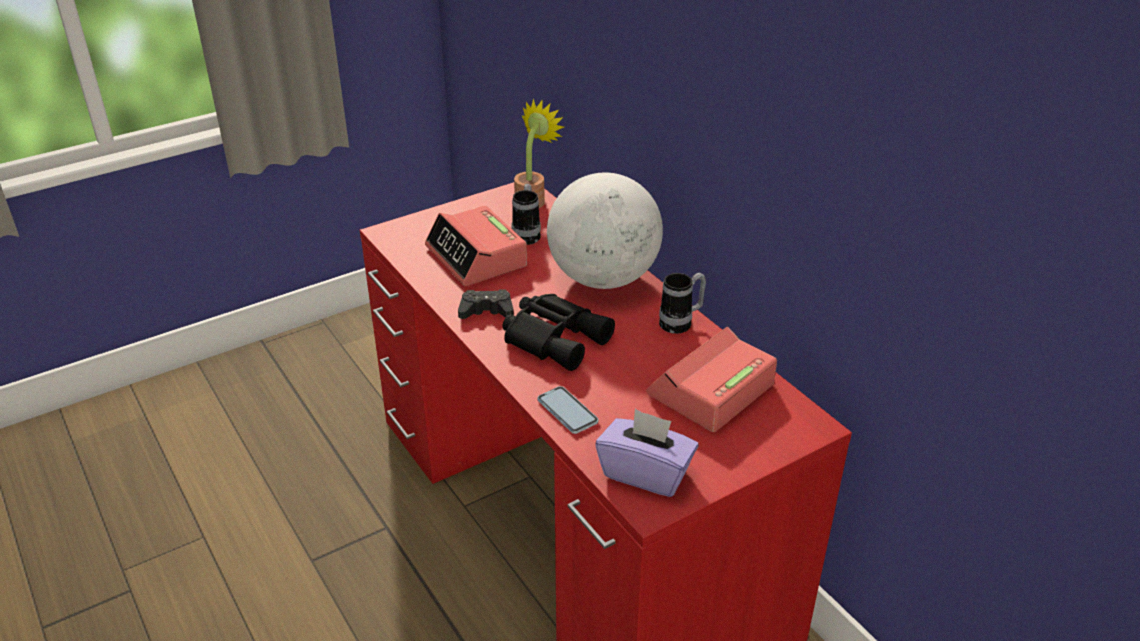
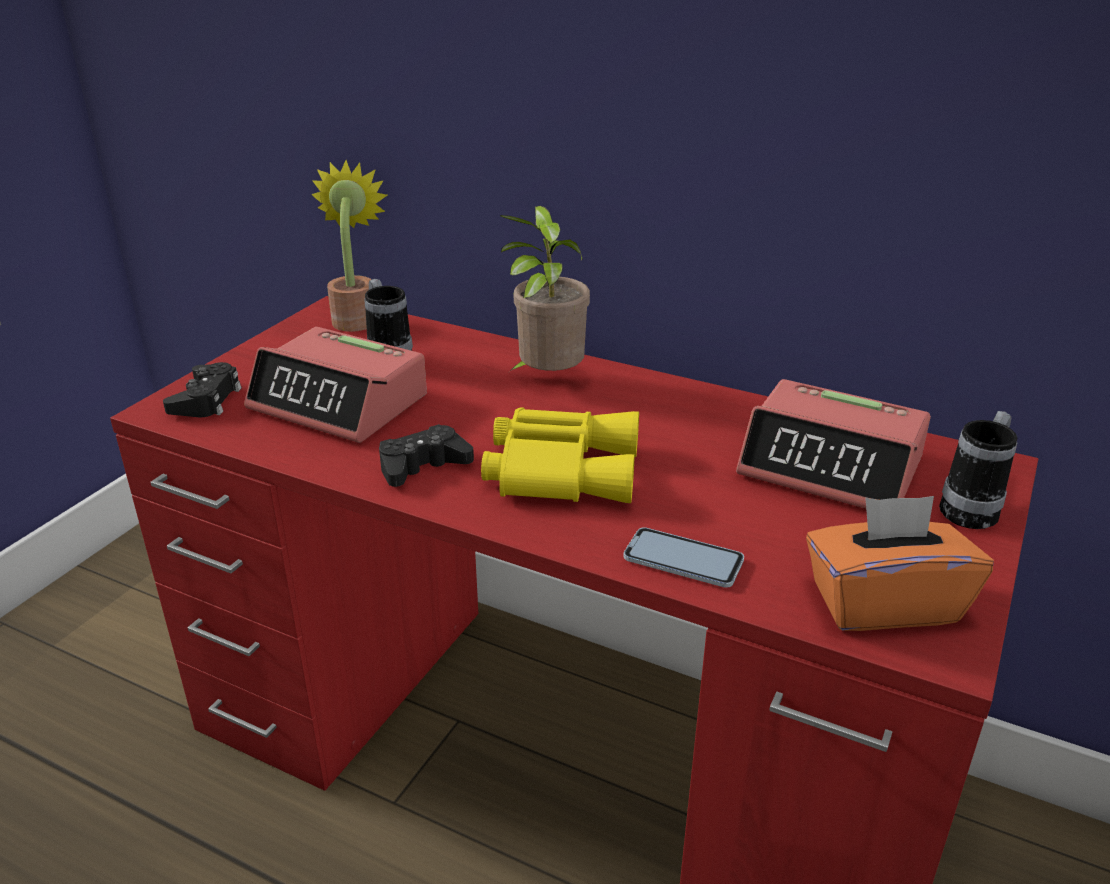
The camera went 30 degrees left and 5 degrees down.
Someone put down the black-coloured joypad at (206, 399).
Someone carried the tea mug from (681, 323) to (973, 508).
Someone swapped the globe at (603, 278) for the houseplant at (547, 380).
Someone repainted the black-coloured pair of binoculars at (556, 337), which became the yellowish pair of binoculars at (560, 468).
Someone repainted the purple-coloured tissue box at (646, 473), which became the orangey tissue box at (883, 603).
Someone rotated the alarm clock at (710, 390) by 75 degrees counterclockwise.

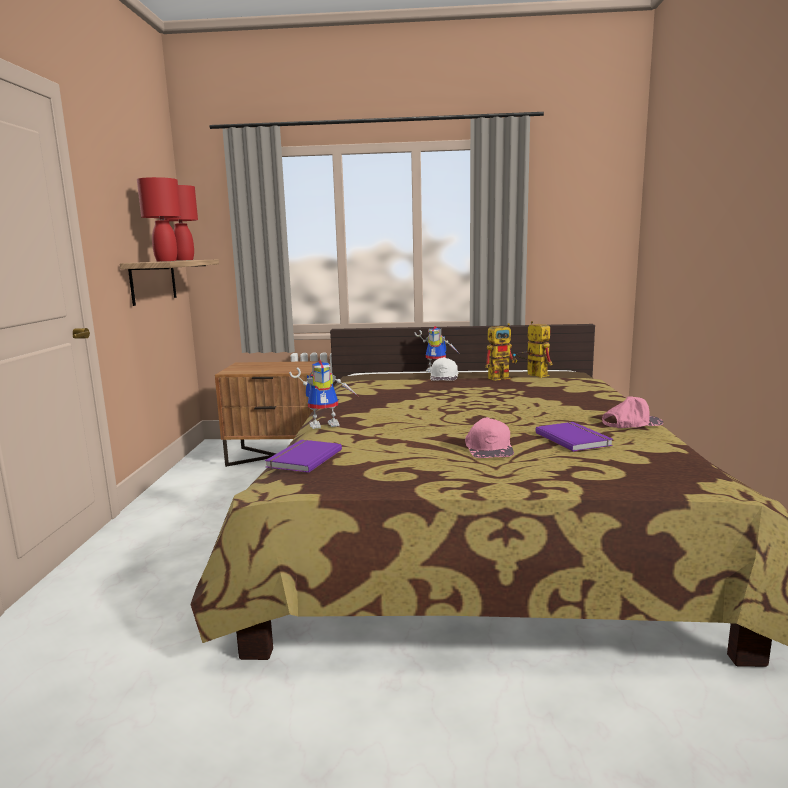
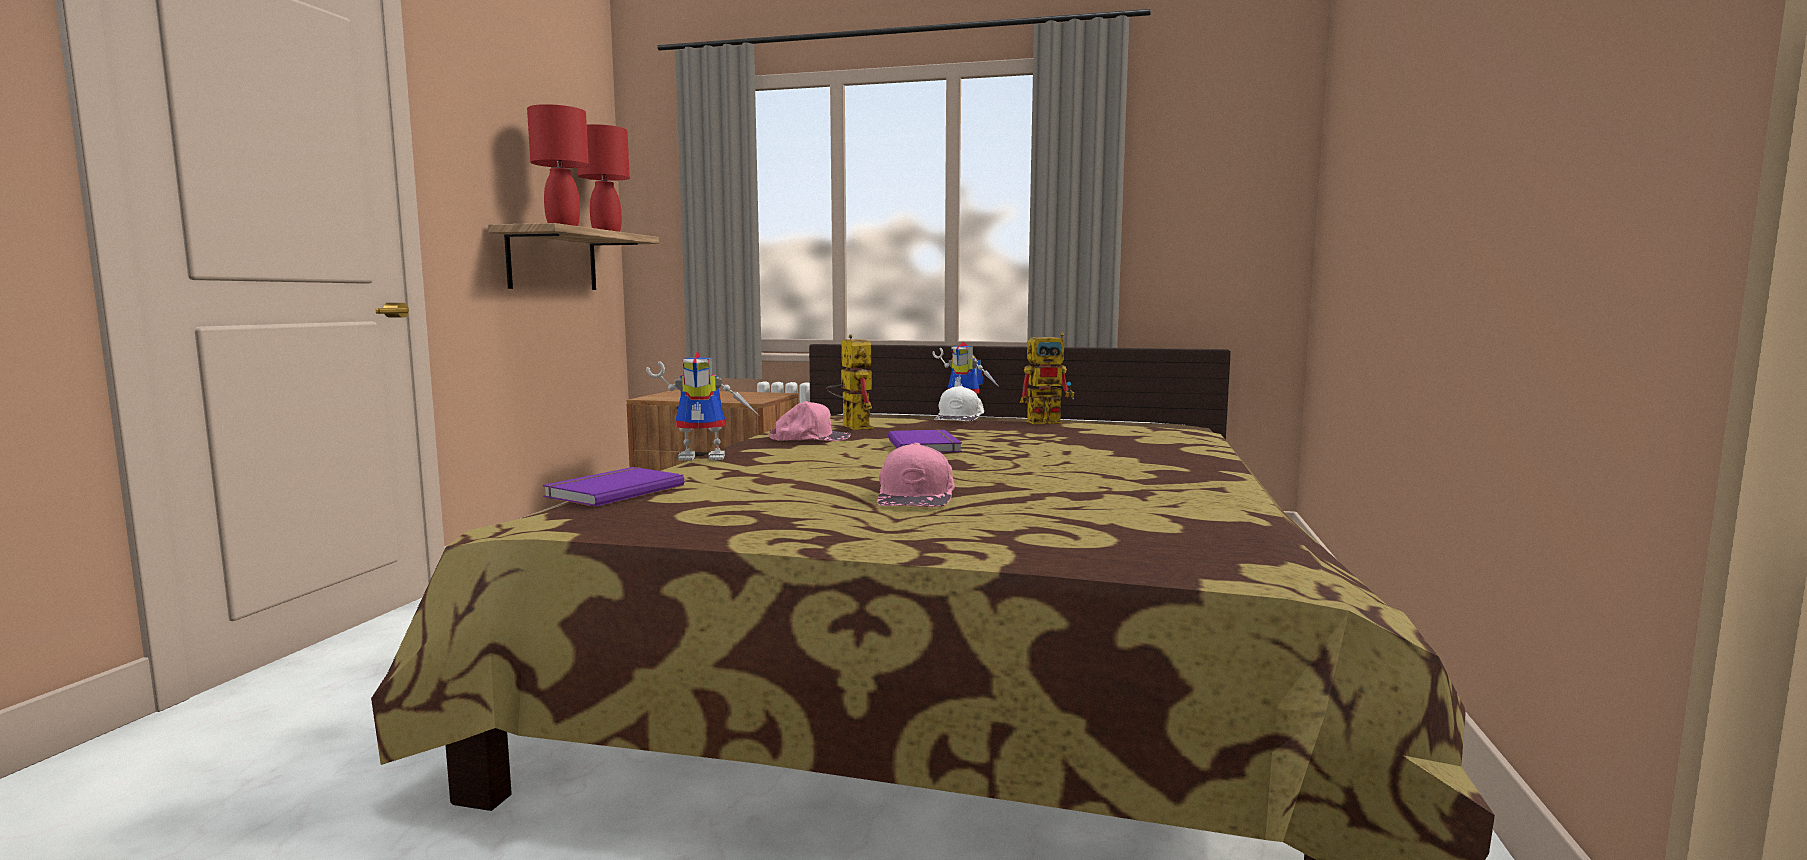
The camera went 10 degrees right and 5 degrees down.
Someone carried the toy robot from (533, 375) to (851, 426).
Someone carried the purple-coloured book from (574, 439) to (926, 445).
Someone carried the pinkish cap from (631, 422) to (810, 437).

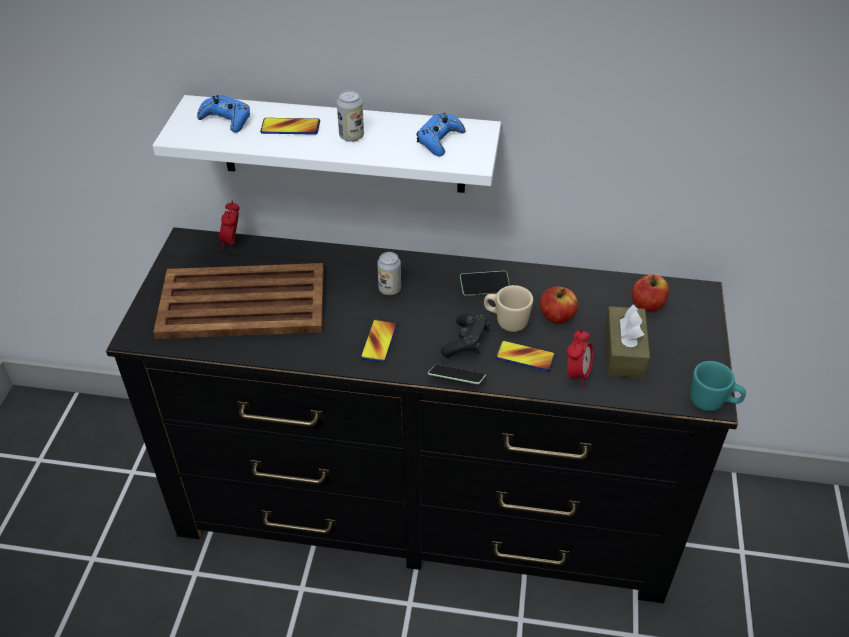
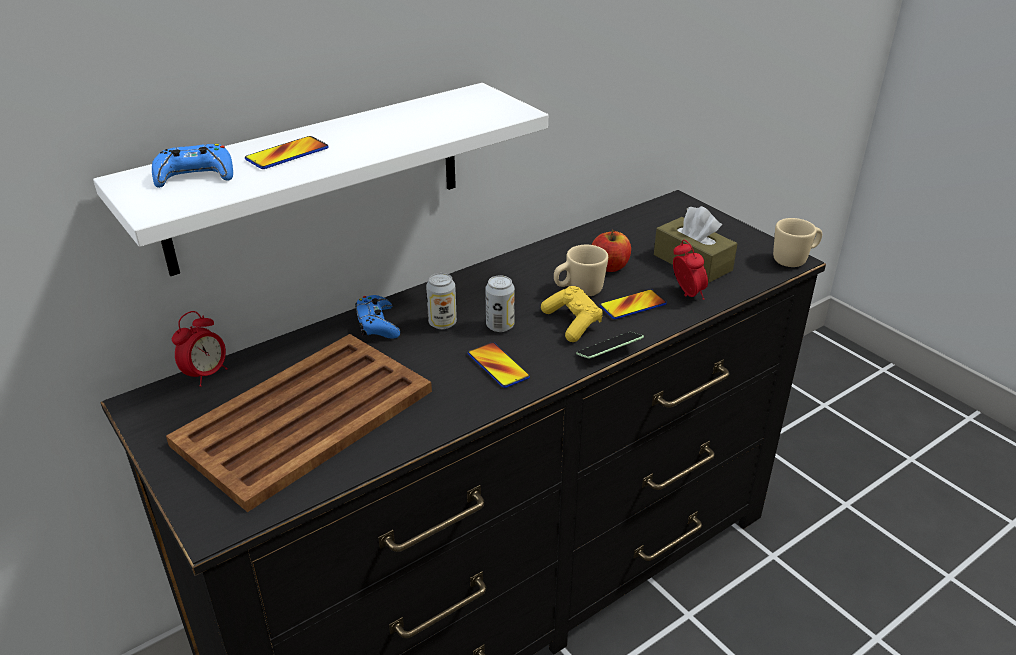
The camera went 45 degrees left and 10 degrees down.
Someone took away the phone at (484, 288).
Someone took away the apple at (647, 304).
Someone carried the metal can from (351, 136) to (500, 326).
Someone carried the bluish joypad from (440, 140) to (377, 324).
Someone repainted the black-coloured joypad at (466, 342), which became the yellowish joypad at (572, 323).
Someone repainted the turquoise-coloured tea mug at (712, 403), which became the beige-coloured tea mug at (794, 260).
Someone rotated the alarm clock at (232, 242) by 105 degrees counterclockwise.

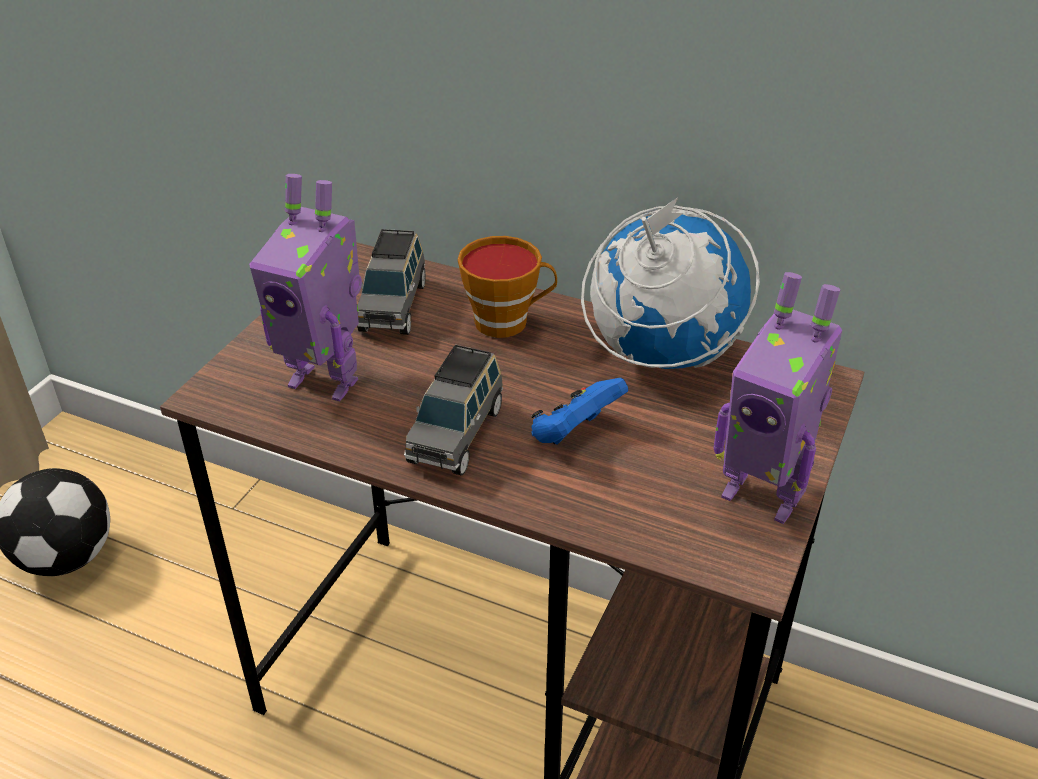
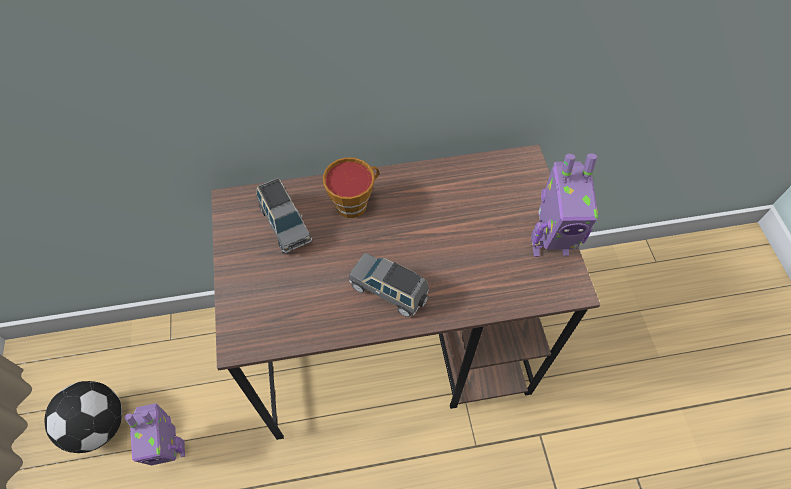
The camera went 35 degrees left and 20 degrees up.
Someone took away the bluish joypad at (575, 433).
Someone took away the globe at (661, 355).
Someone carried the toy robot from (325, 380) to (171, 448).
Someone rotated the greyish model car at (456, 434) by 135 degrees clockwise.

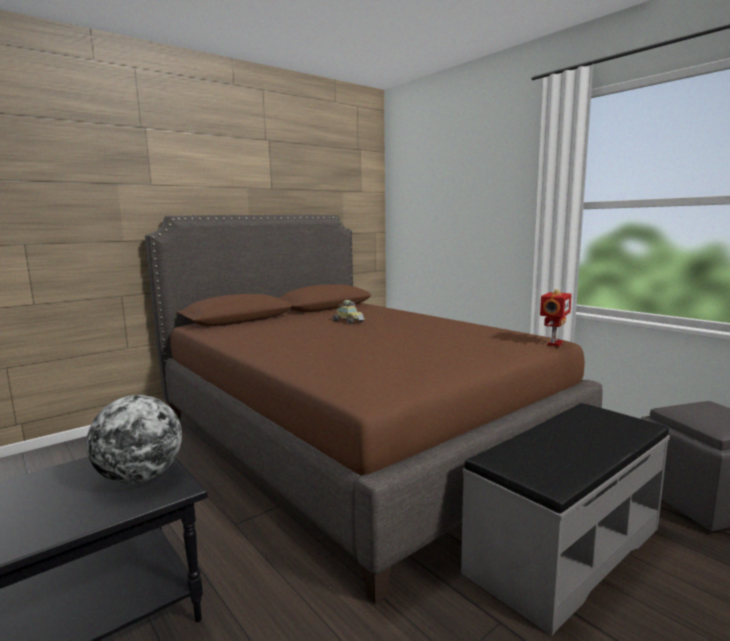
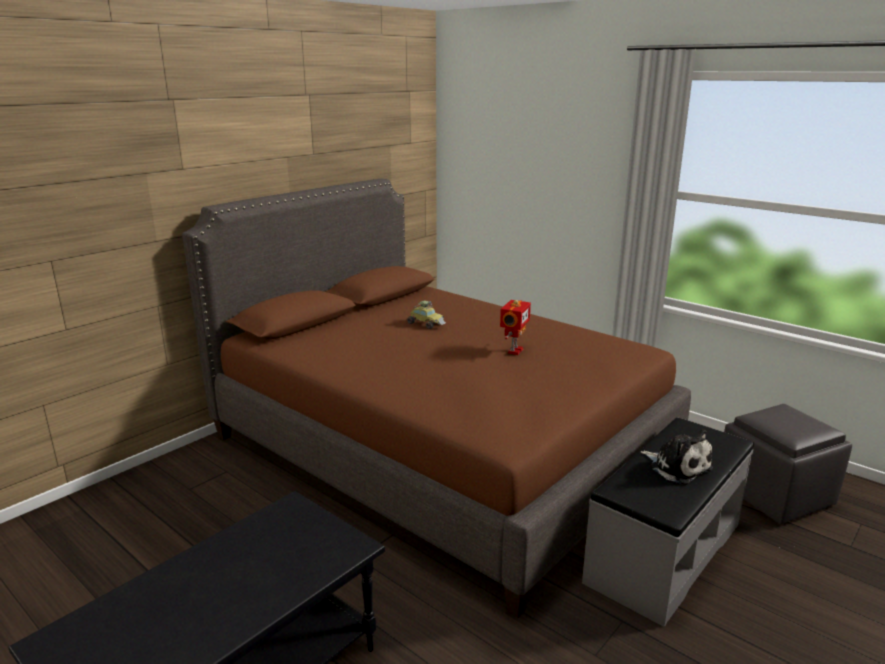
The camera went 10 degrees left and 10 degrees up.
Someone took away the globe at (141, 478).
Someone put down the soft toy at (677, 467).
Someone carried the toy robot from (553, 343) to (514, 351).

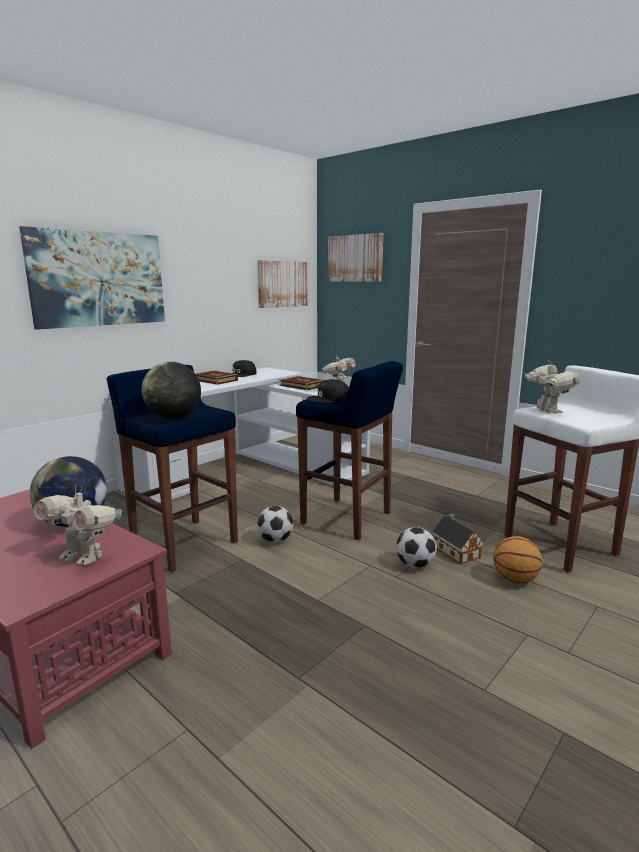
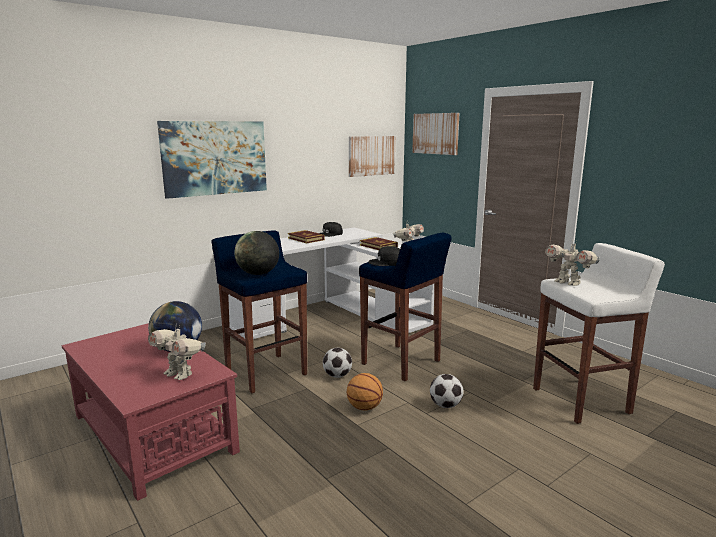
The camera went 10 degrees right and 0 degrees up.
Someone took away the model house at (455, 551).
Someone carried the basketball from (515, 579) to (365, 407).
Someone rotated the toy robot at (547, 411) by 135 degrees clockwise.

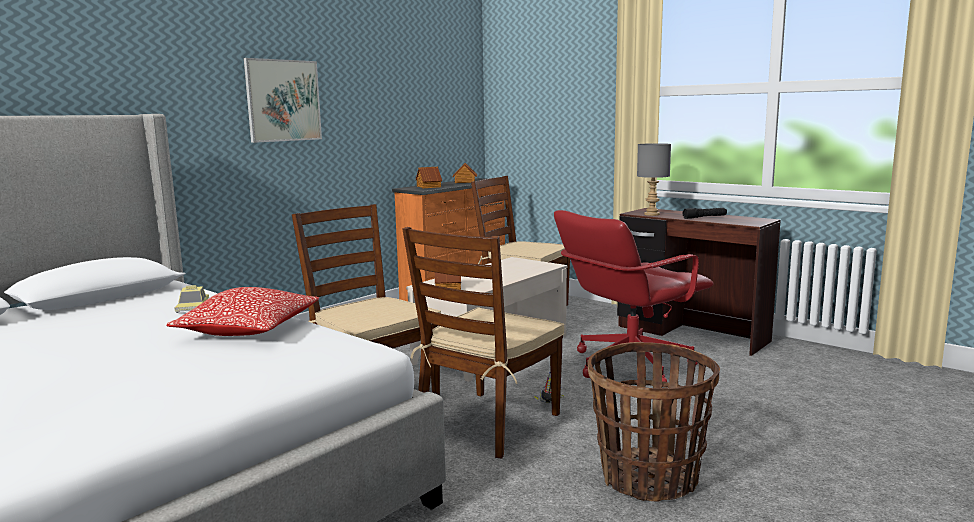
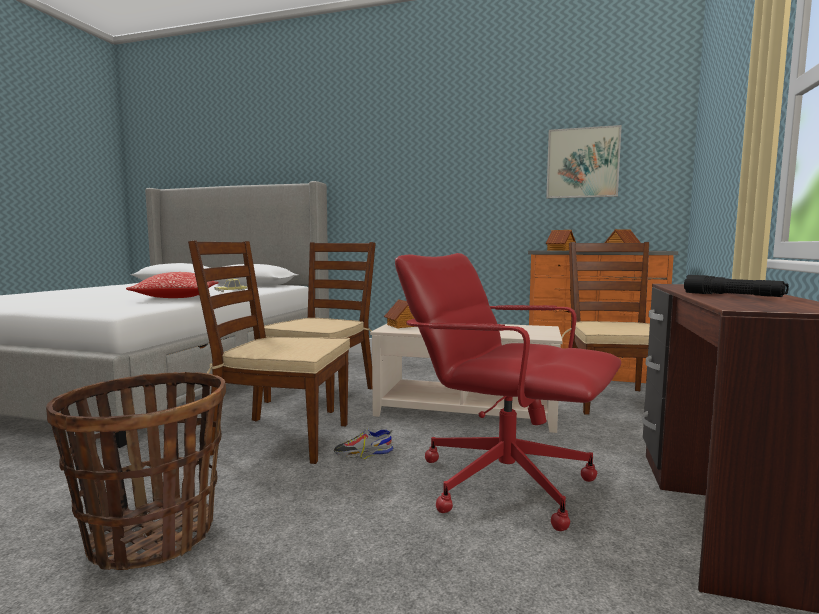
The camera went 65 degrees right and 5 degrees down.
Someone took away the greyish tabletop lamp at (651, 214).
Someone carried the wall art from (283, 100) to (582, 163).

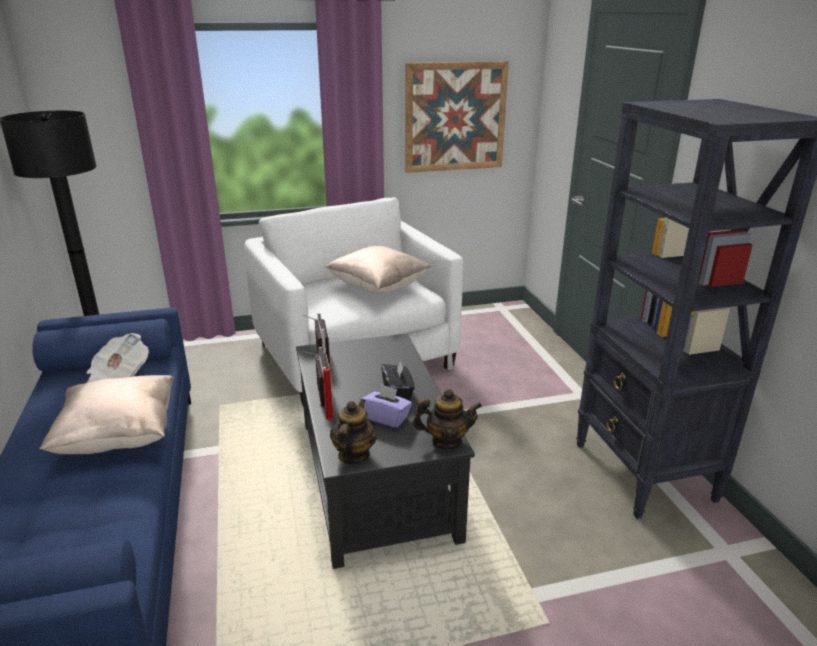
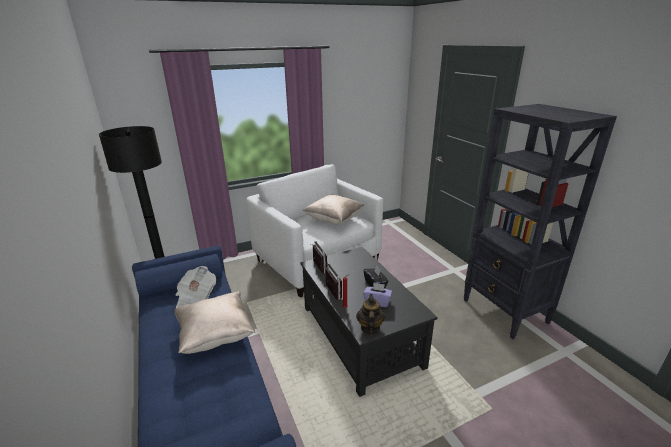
The camera went 10 degrees left and 0 degrees up.
Someone took away the wall art at (455, 117).
Someone took away the teapot at (446, 441).

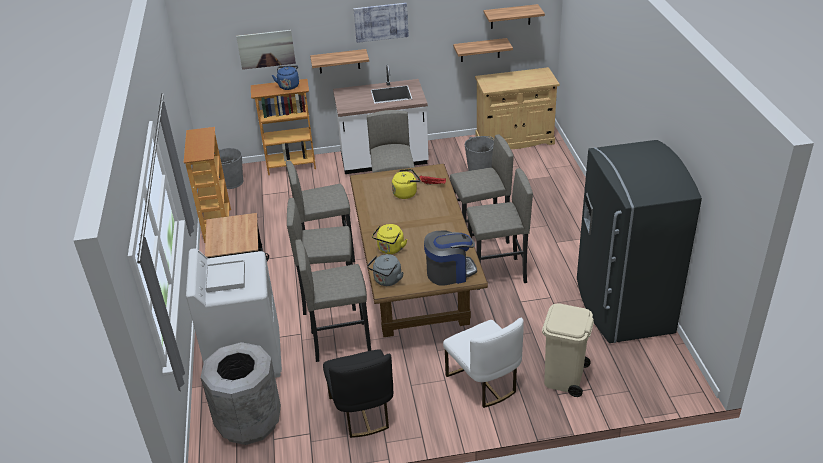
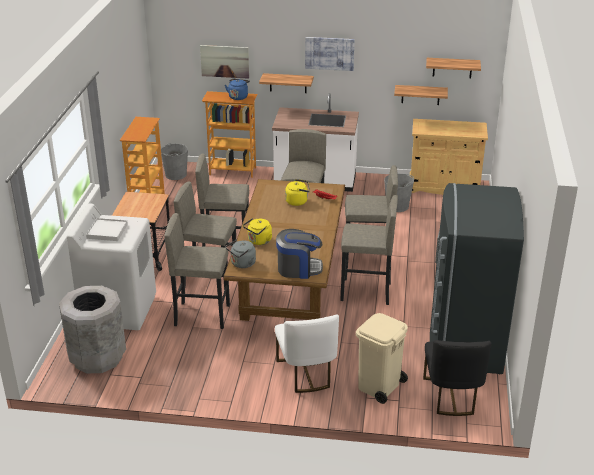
The camera went 15 degrees right and 5 degrees down.
Someone carried the black-coloured plain chair from (362, 411) to (451, 396).

